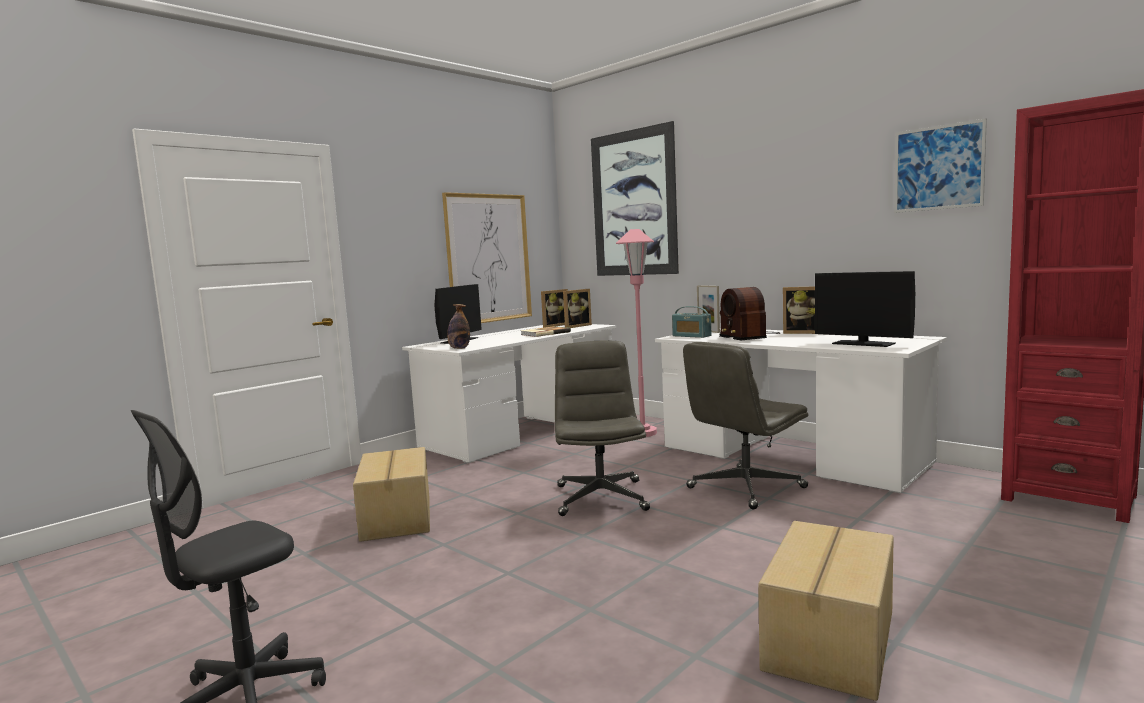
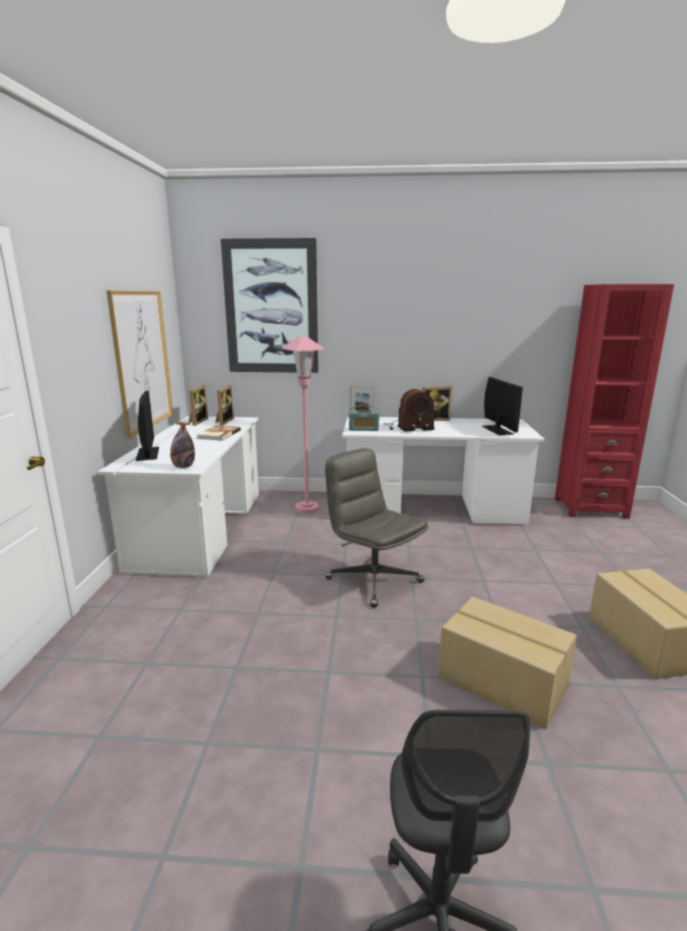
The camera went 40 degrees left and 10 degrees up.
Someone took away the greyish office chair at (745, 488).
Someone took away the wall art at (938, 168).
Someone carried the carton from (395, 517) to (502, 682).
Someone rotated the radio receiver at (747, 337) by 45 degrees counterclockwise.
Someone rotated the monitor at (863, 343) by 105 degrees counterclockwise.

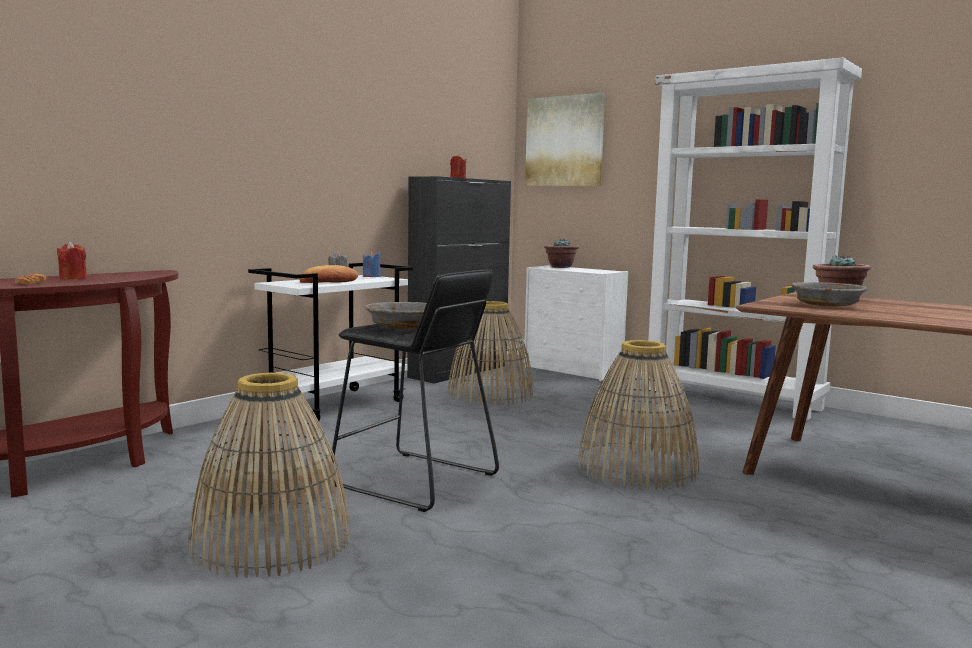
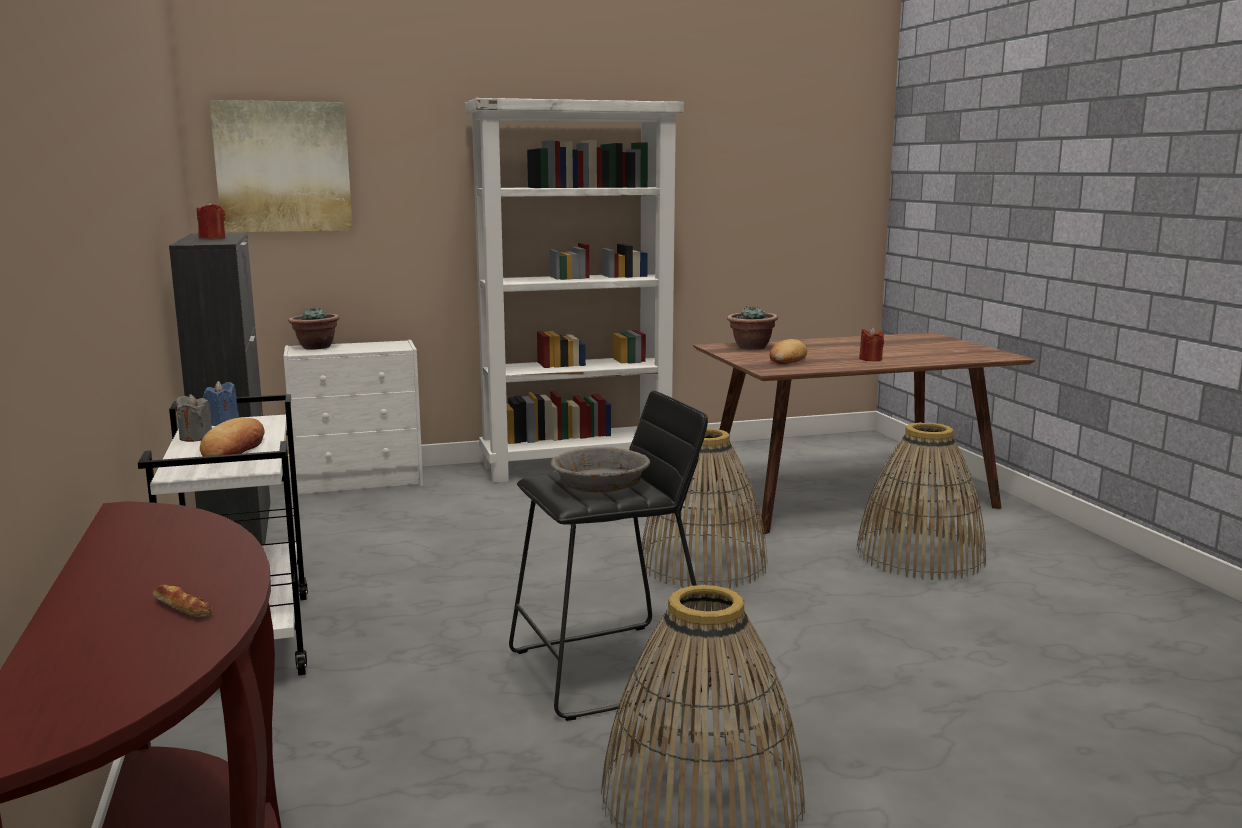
The camera went 55 degrees left and 5 degrees up.
Someone carried the reddish candle from (73, 278) to (870, 359).
Someone carried the basket from (490, 394) to (920, 555).
Someone swapped the greyish deep dish at (826, 305) for the baked bread at (787, 358).

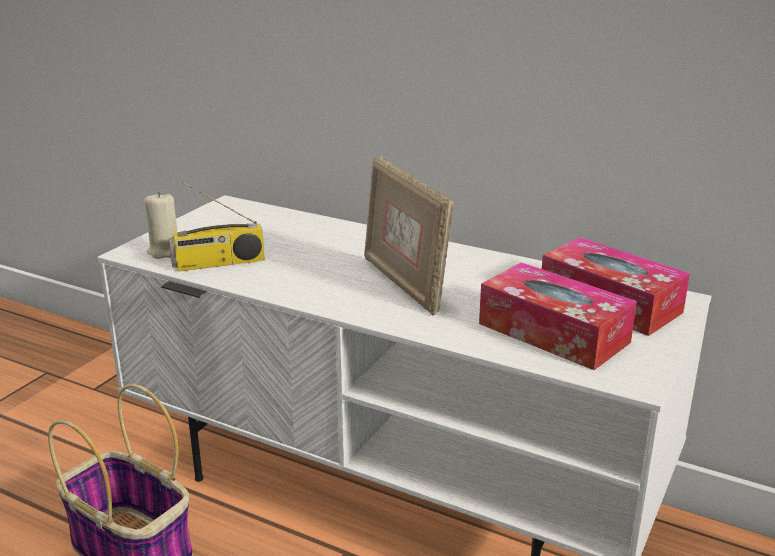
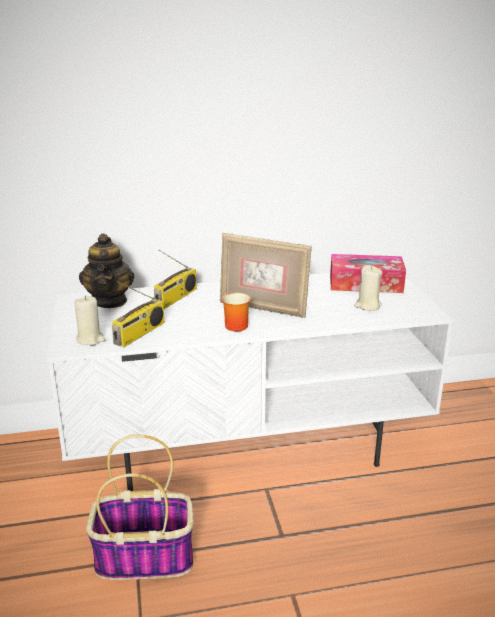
The camera went 40 degrees left and 0 degrees up.
Someone put down the teapot at (109, 301).
Someone put down the radio receiver at (176, 298).
Someone put down the tea mug at (235, 324).
Someone swapped the tissue box at (553, 333) for the beige-coloured candle at (367, 306).

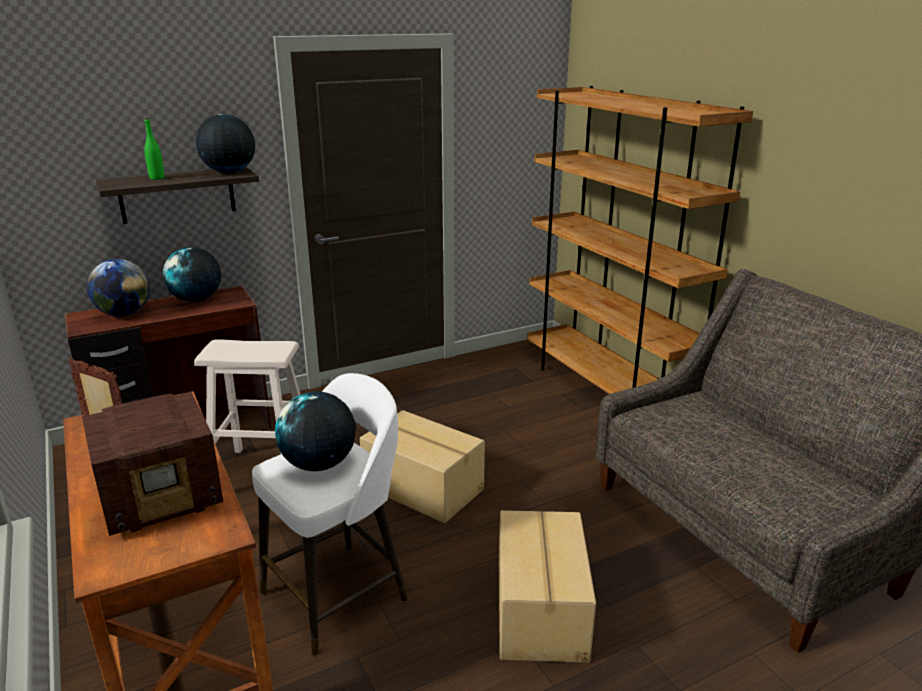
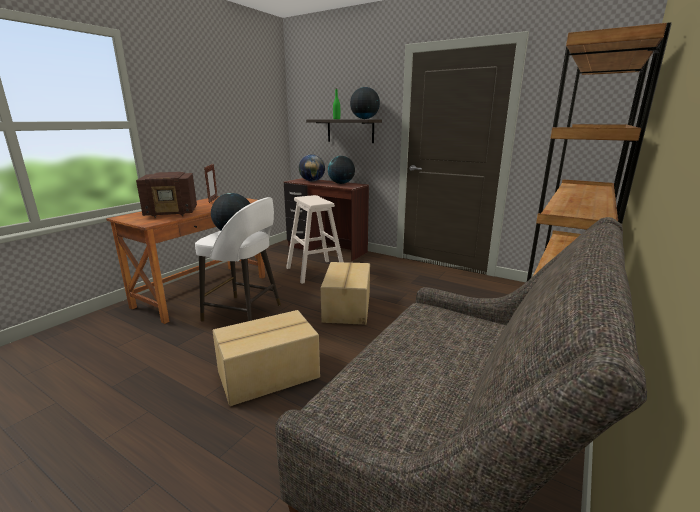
The camera went 60 degrees right and 5 degrees down.
Someone rotated the radio receiver at (163, 498) by 45 degrees counterclockwise.

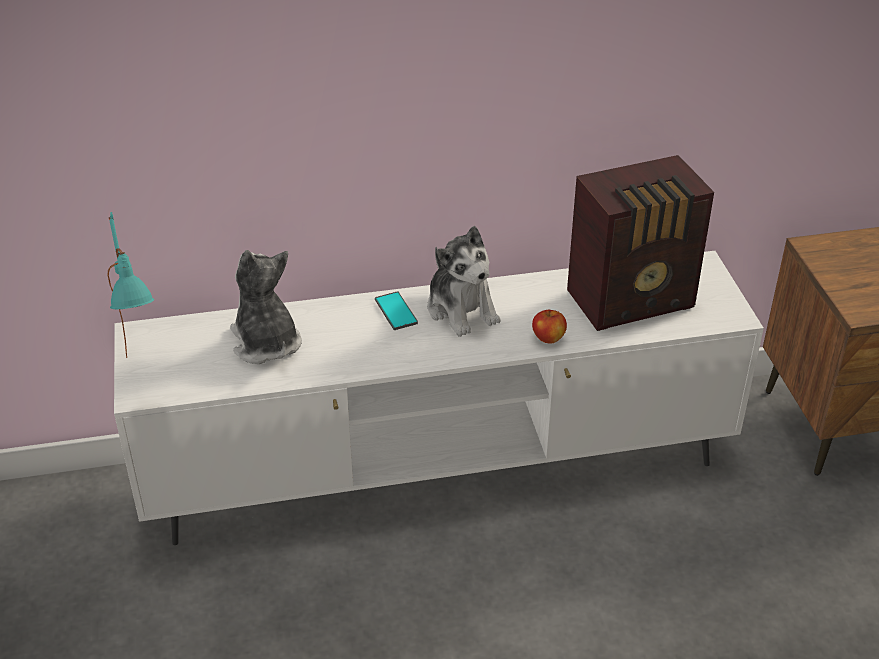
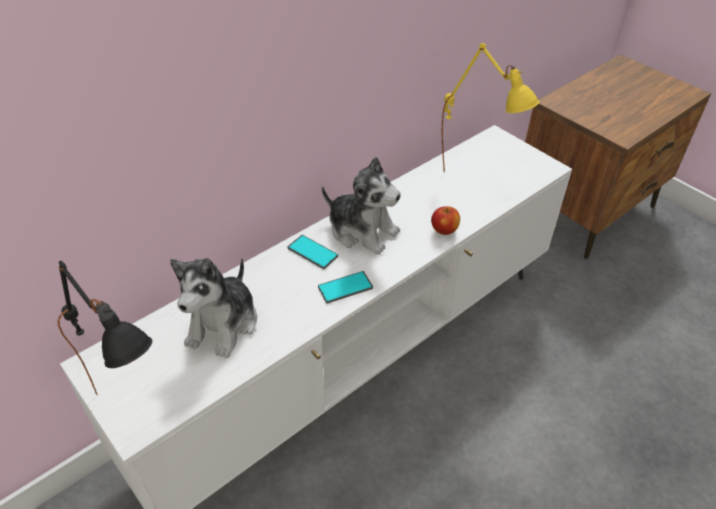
The camera went 30 degrees left and 5 degrees up.
Someone put down the phone at (345, 287).
Someone swapped the radio receiver at (633, 300) for the yellowish tabletop lamp at (476, 179).
Someone repainted the turquoise-coloured tabletop lamp at (147, 380), which became the black-coloured tabletop lamp at (135, 409).
Someone rotated the soft toy at (266, 343) by 105 degrees counterclockwise.

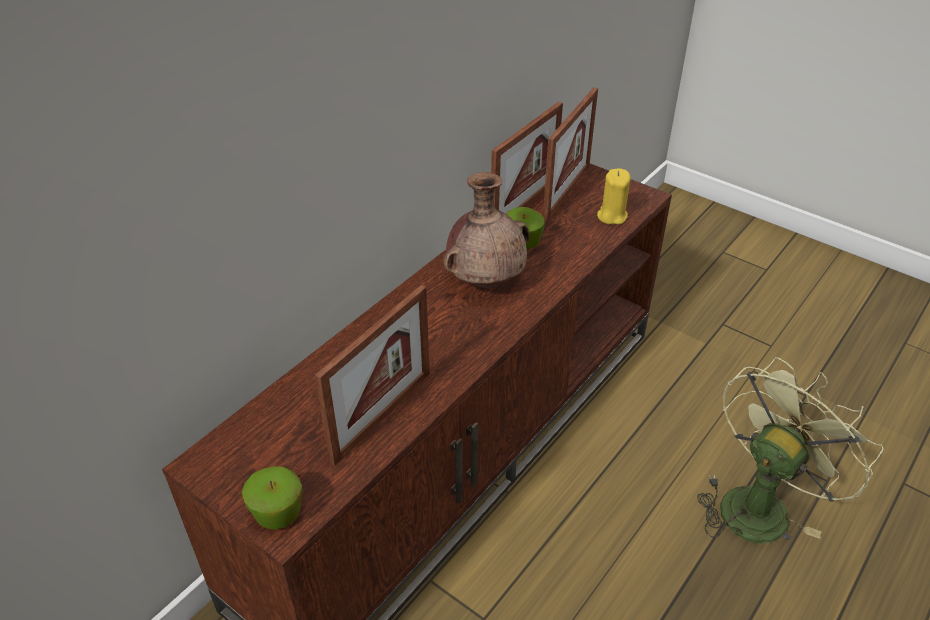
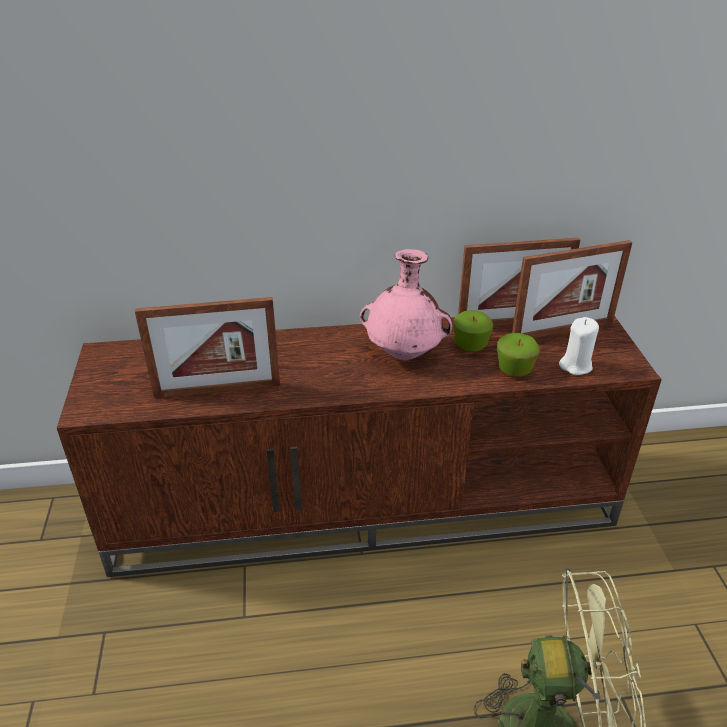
The camera went 45 degrees right and 5 degrees down.
Someone carried the apple from (278, 513) to (514, 369).
Someone repainted the brown-coloured decorative vase at (486, 281), which became the pinkish decorative vase at (405, 354).
Someone repainted the yellowish candle at (612, 216), which became the whitish candle at (576, 365).

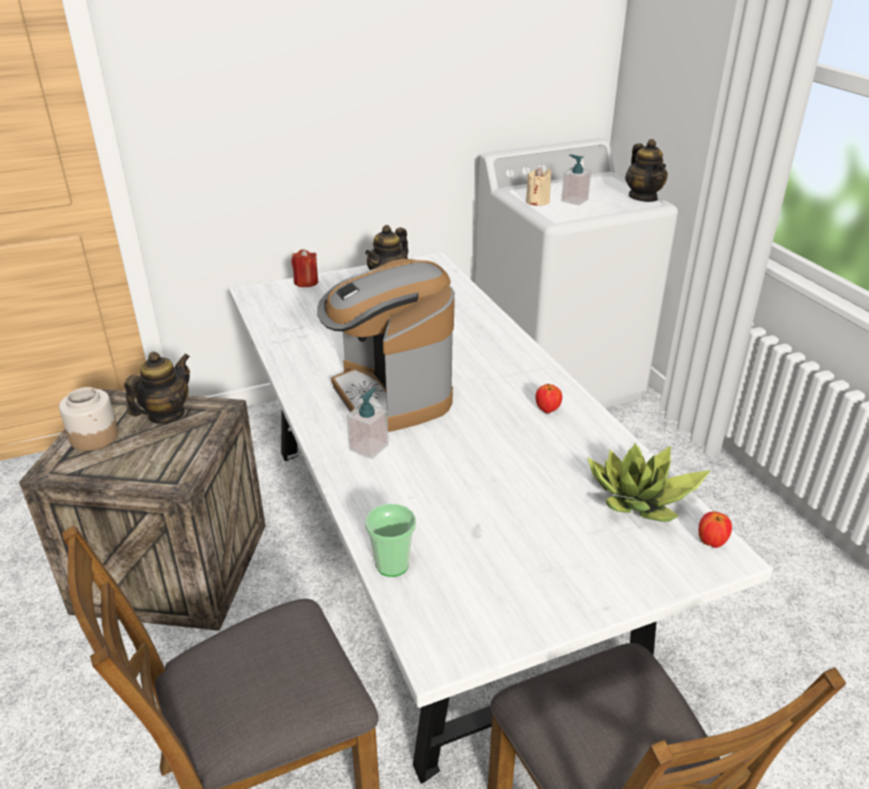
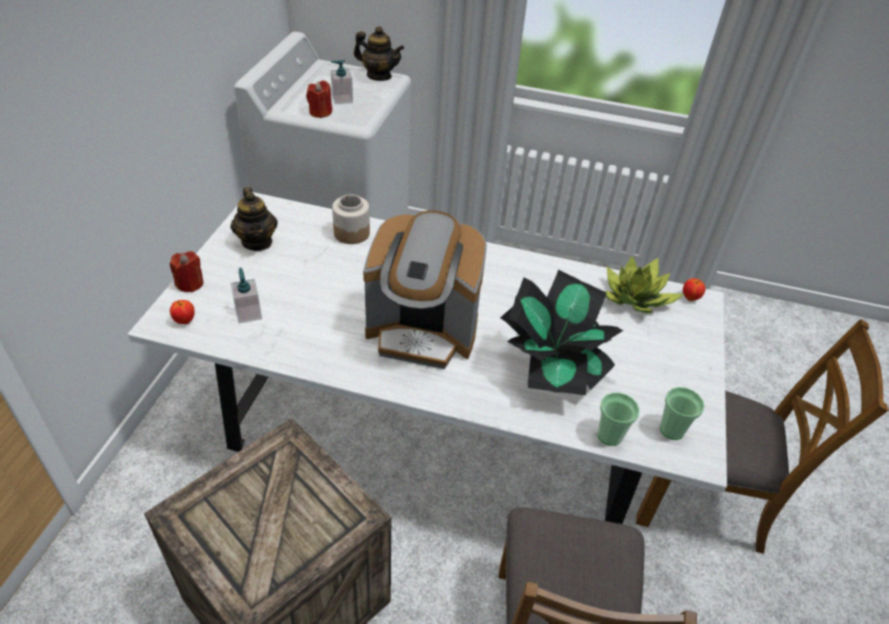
The camera went 55 degrees left and 10 degrees up.
Someone took away the teapot at (166, 414).
Someone put down the houseplant at (553, 365).
Someone put down the small cup at (672, 429).
Someone carried the storage jar from (94, 437) to (351, 233).
Someone carried the liquid soap bottle from (369, 447) to (248, 313).
Someone carried the apple from (547, 410) to (185, 321).
Someone repainted the beige-coloured candle at (537, 202), which became the reddish candle at (320, 112).

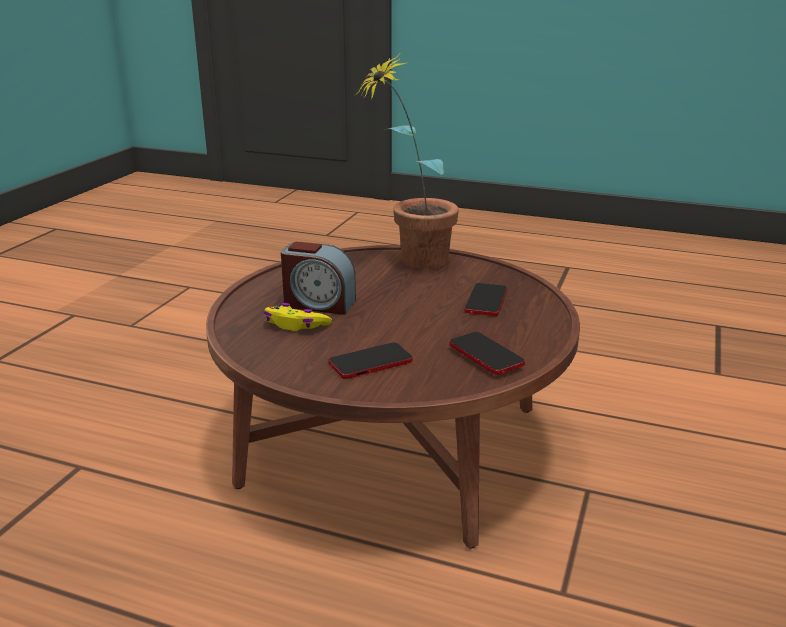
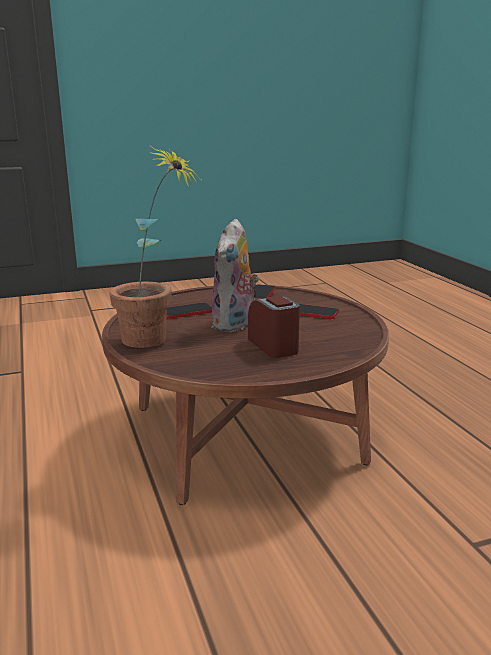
The camera went 130 degrees left and 5 degrees down.
Someone took away the yellowish joypad at (296, 325).
Someone put down the soft toy at (235, 325).

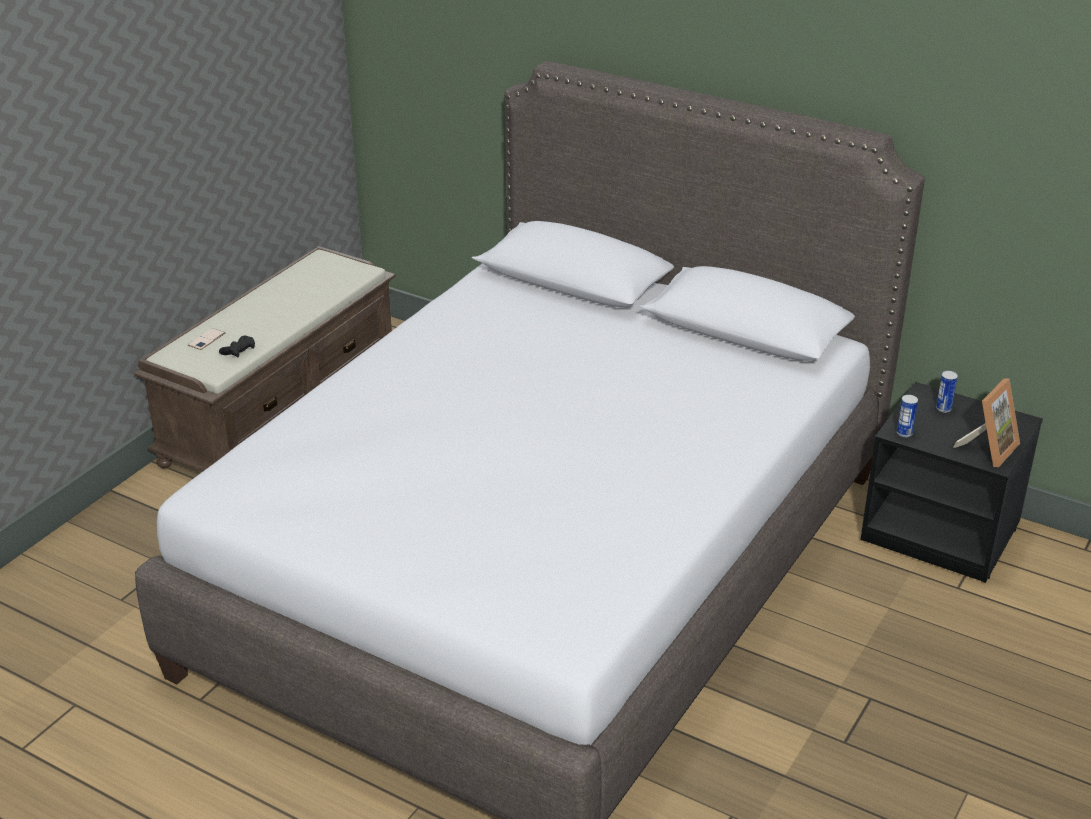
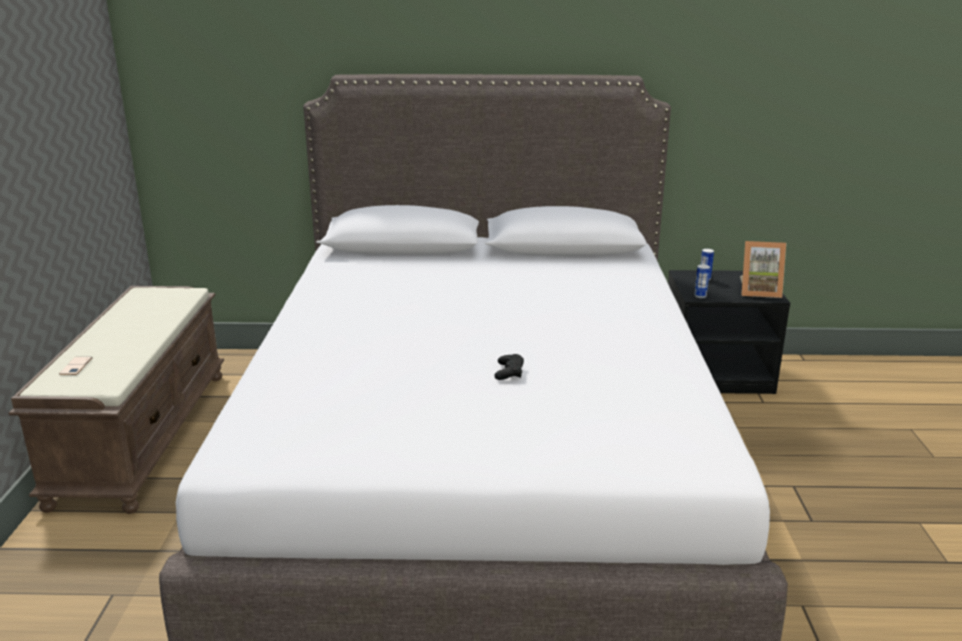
The camera went 30 degrees left and 10 degrees down.
Someone carried the black-coloured joypad from (238, 350) to (509, 372).
Someone rotated the picture frame at (988, 449) by 90 degrees clockwise.

